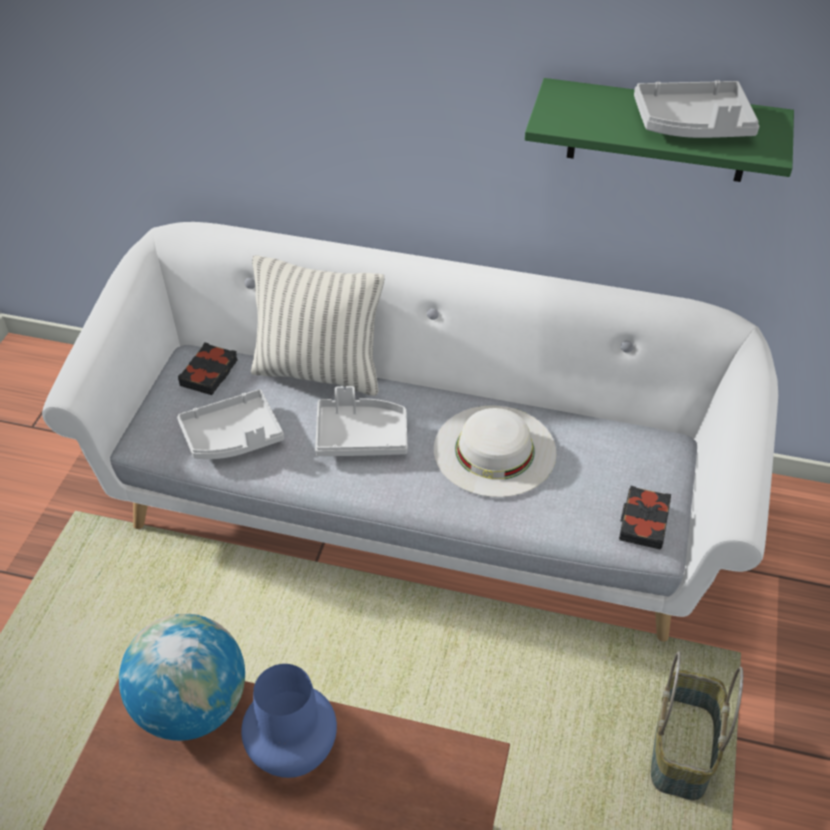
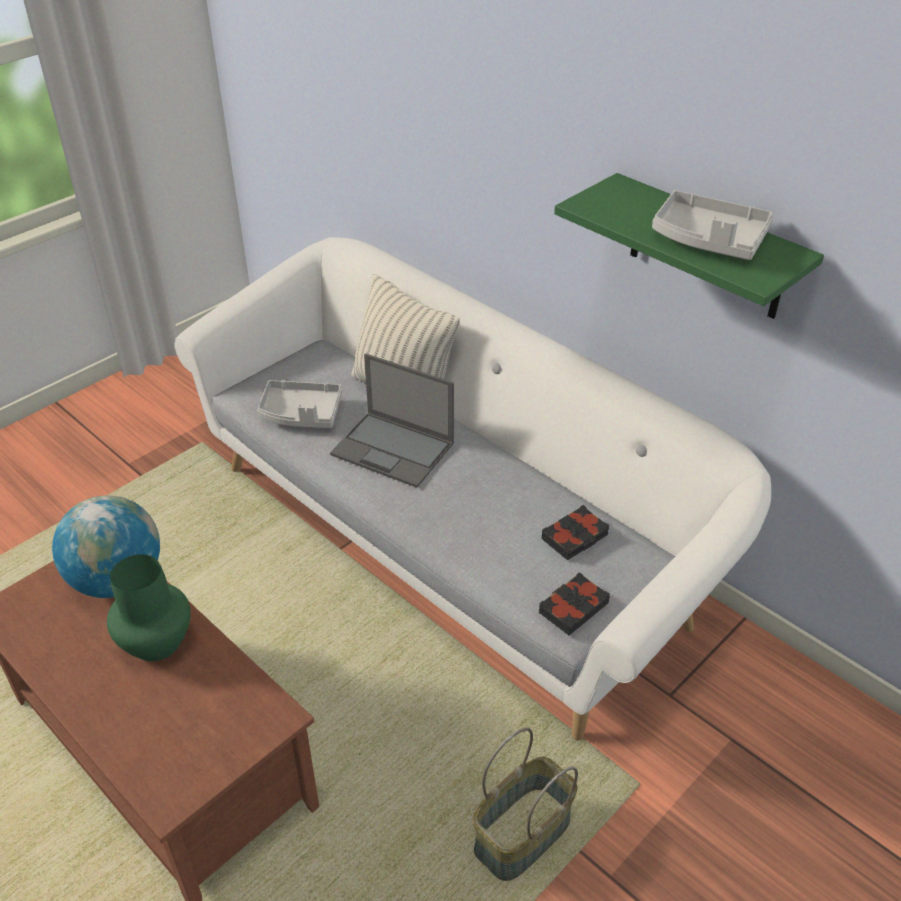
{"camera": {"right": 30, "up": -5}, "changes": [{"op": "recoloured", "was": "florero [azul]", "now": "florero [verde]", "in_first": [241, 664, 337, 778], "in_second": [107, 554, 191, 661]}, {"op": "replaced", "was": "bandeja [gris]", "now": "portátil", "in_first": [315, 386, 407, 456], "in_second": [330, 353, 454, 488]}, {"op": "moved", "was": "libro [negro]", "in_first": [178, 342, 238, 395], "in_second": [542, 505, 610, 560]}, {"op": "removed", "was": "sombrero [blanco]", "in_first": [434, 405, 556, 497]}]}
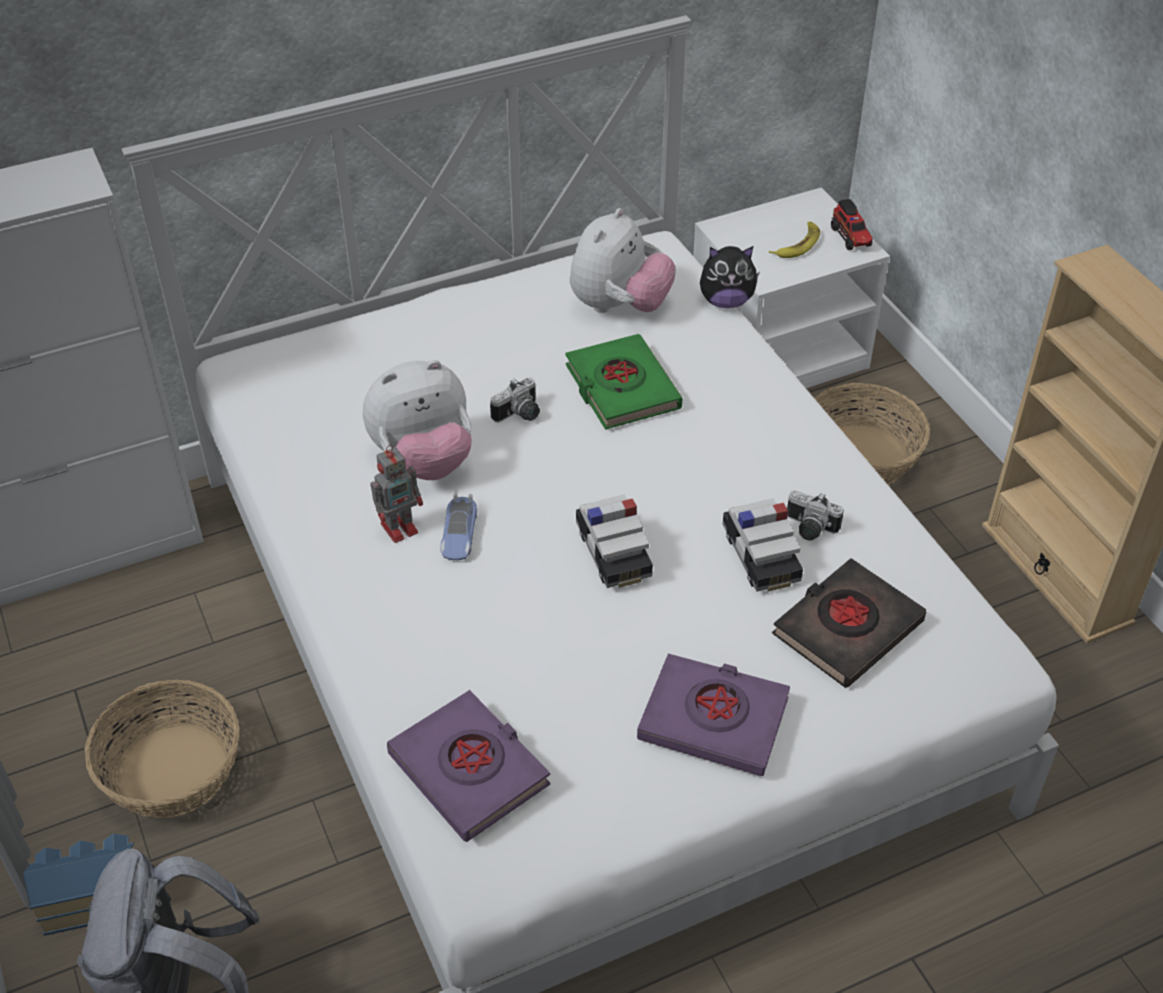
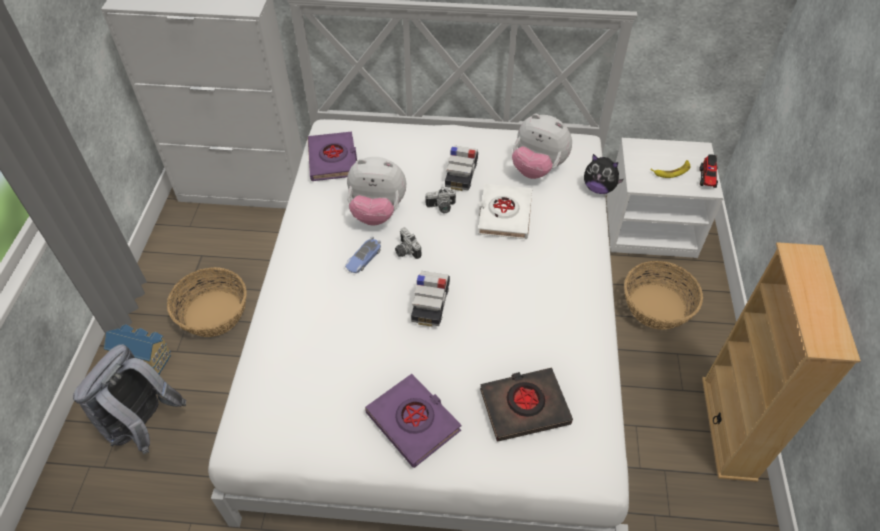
{"camera": {"right": 30, "up": 5}, "changes": [{"op": "moved", "was": "libro [morado]", "in_first": [387, 690, 550, 842], "in_second": [307, 132, 357, 181]}, {"op": "moved", "was": "cámara", "in_first": [787, 490, 844, 541], "in_second": [395, 228, 421, 259]}, {"op": "moved", "was": "coche de juguete", "in_first": [723, 499, 803, 592], "in_second": [445, 146, 478, 191]}, {"op": "recoloured", "was": "libro [verde]", "now": "libro [blanco]", "in_first": [565, 334, 683, 429], "in_second": [478, 184, 532, 239]}, {"op": "turned", "was": "peluche", "in_first": [570, 208, 676, 313], "in_second": [512, 114, 572, 179], "clockwise": 60}, {"op": "removed", "was": "robot de juguete", "in_first": [371, 445, 423, 543]}]}
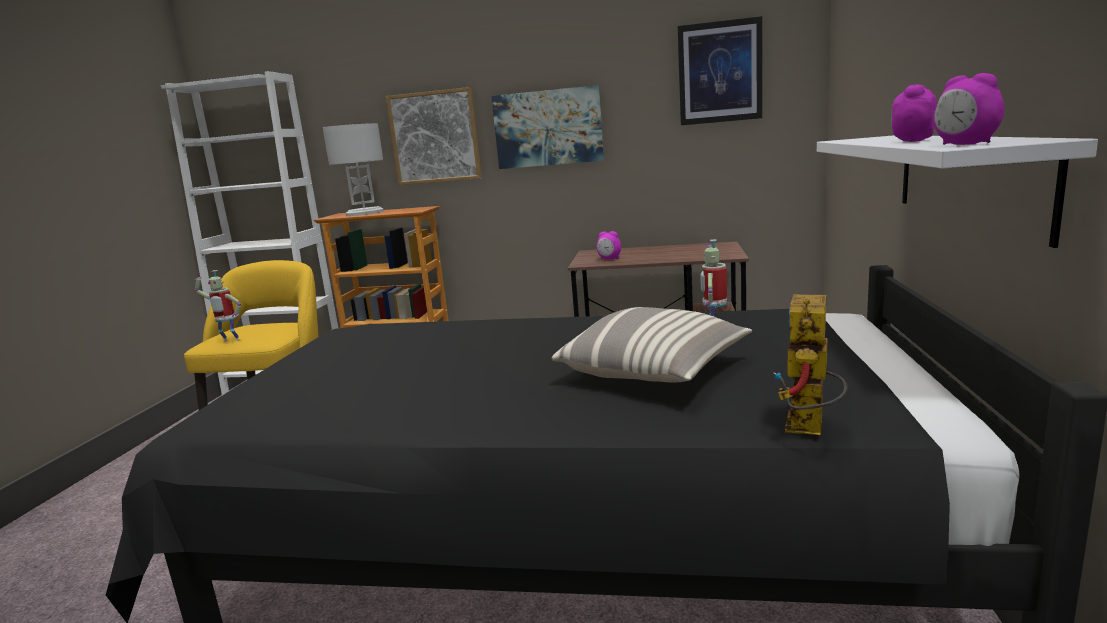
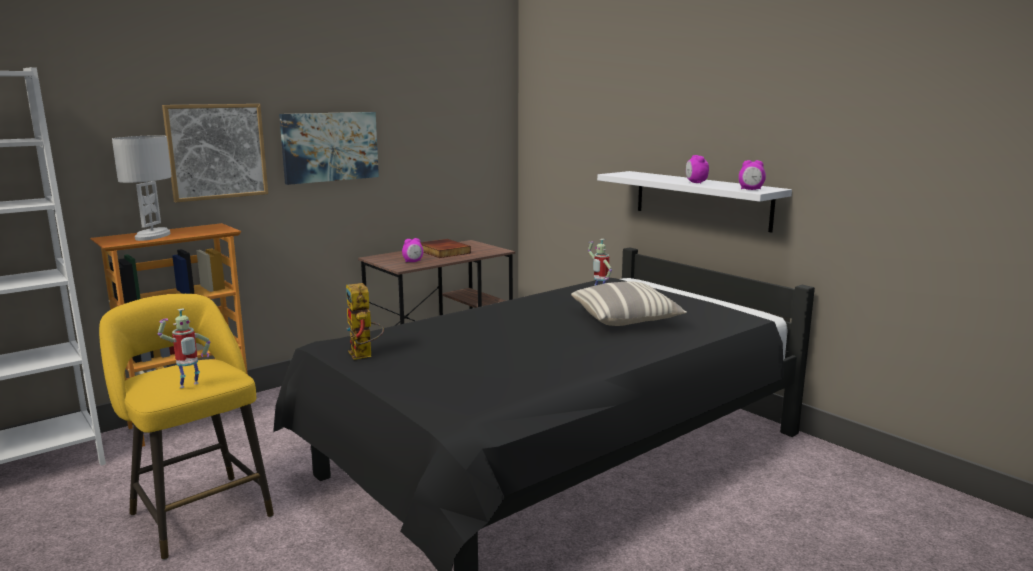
{"camera": {"right": -50, "up": 0}, "changes": [{"op": "moved", "was": "robot de juguete", "in_first": [774, 294, 848, 435], "in_second": [346, 283, 384, 360]}, {"op": "added", "now": "libro", "in_second": [420, 239, 471, 258]}, {"op": "removed", "was": "cuadro", "in_first": [678, 16, 762, 125]}]}
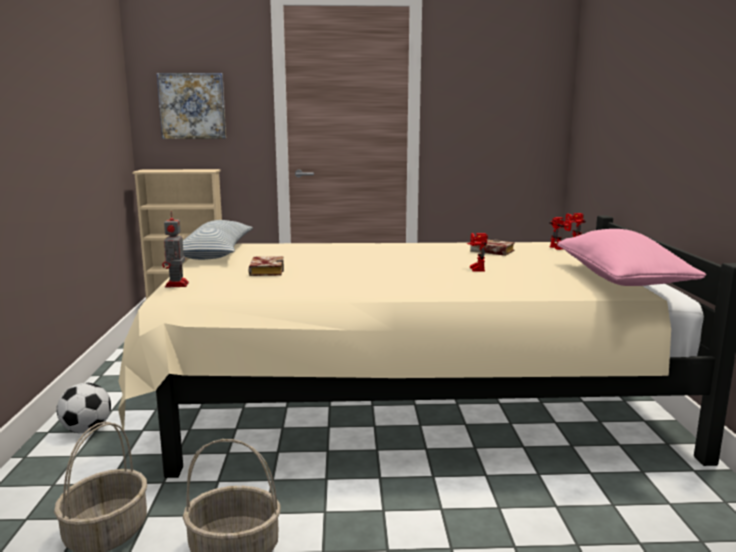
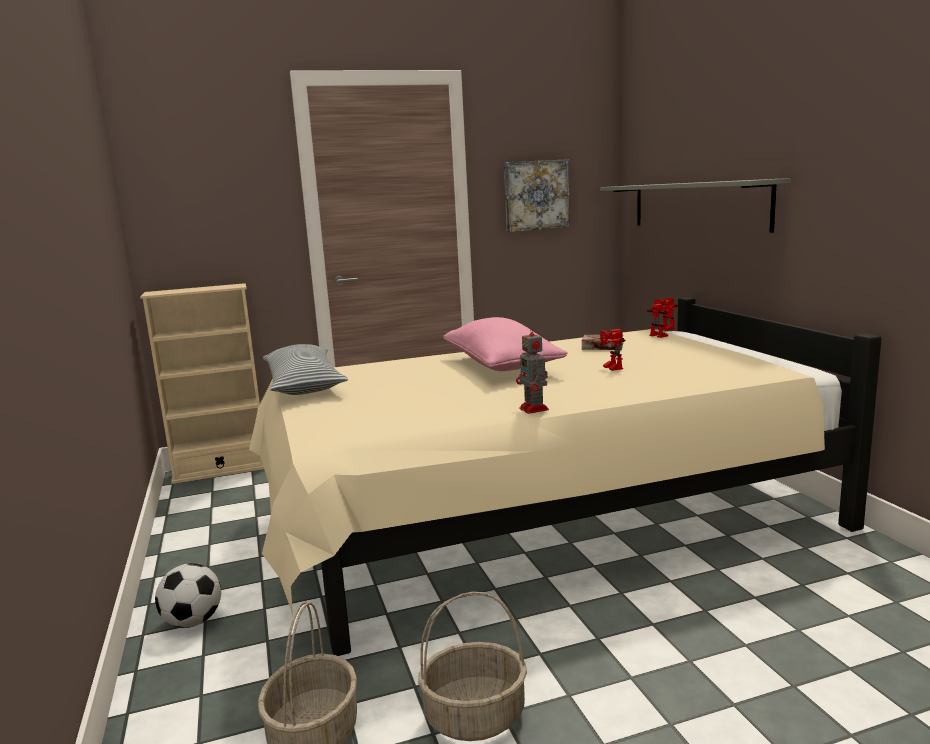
{"camera": {"right": -15, "up": 0}, "changes": [{"op": "moved", "was": "cojín [rosa]", "in_first": [557, 229, 706, 286], "in_second": [443, 317, 568, 371]}, {"op": "moved", "was": "cuadro", "in_first": [157, 73, 226, 139], "in_second": [504, 159, 570, 232]}, {"op": "moved", "was": "robot de juguete", "in_first": [162, 211, 189, 288], "in_second": [516, 325, 549, 414]}, {"op": "added", "now": "estante [gris]", "in_second": [600, 178, 791, 233]}, {"op": "removed", "was": "libro", "in_first": [249, 256, 284, 276]}]}
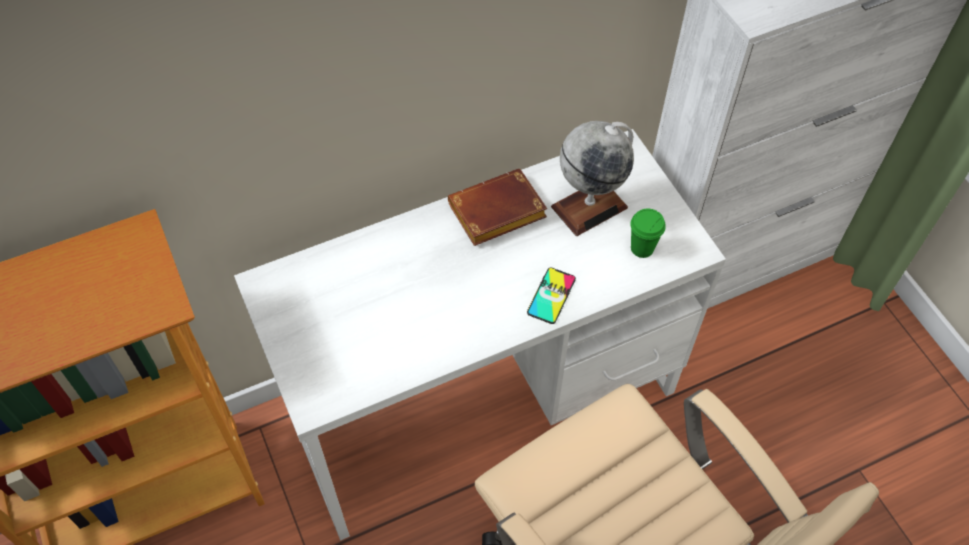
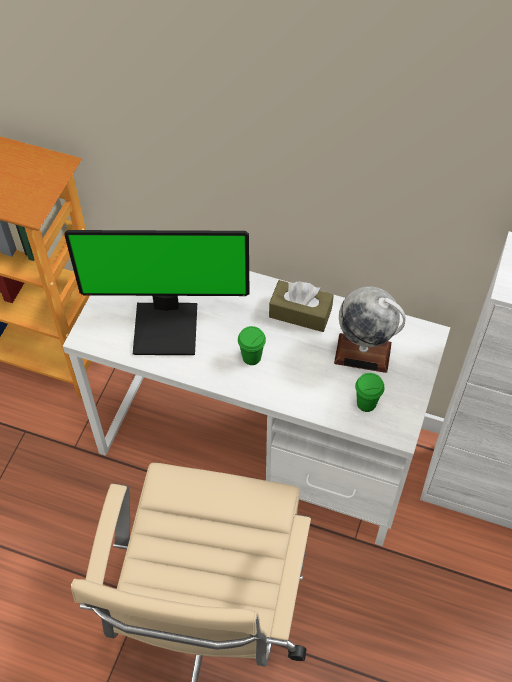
{"camera": {"right": 45, "up": 0}, "changes": [{"op": "added", "now": "monitor", "in_second": [64, 230, 249, 355]}, {"op": "added", "now": "taza [verde]", "in_second": [238, 326, 266, 365]}, {"op": "replaced", "was": "libro [marrón]", "now": "caja de pañuelos [marrón]", "in_first": [448, 169, 547, 246], "in_second": [269, 280, 334, 332]}, {"op": "removed", "was": "móvil", "in_first": [527, 268, 576, 324]}]}
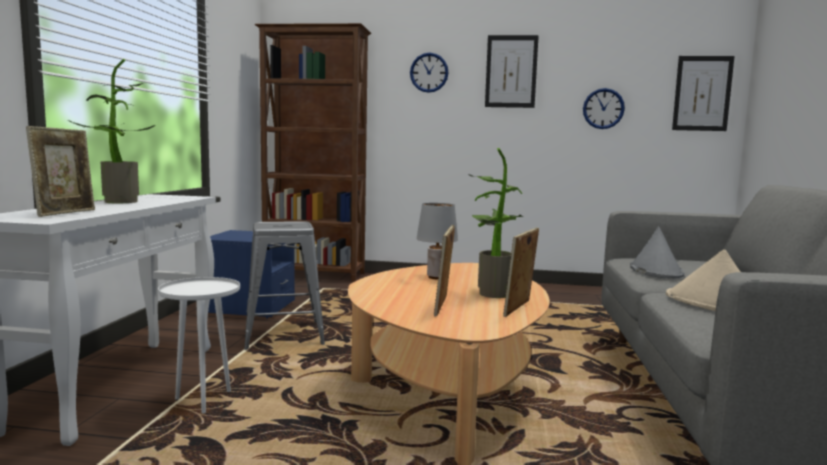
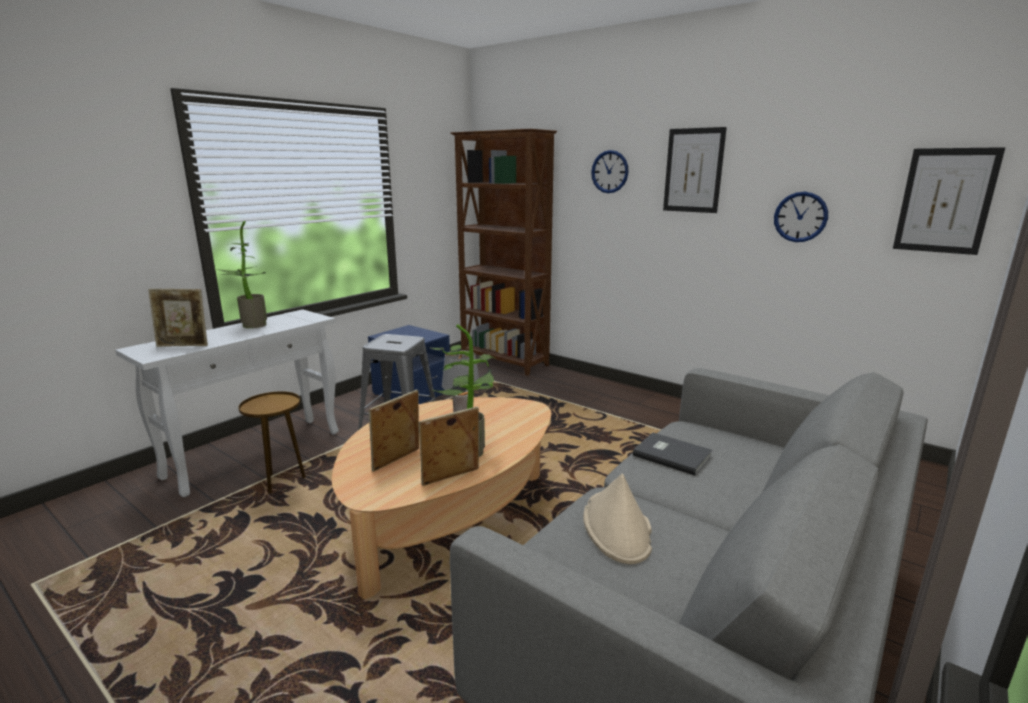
{"camera": {"right": 30, "up": 10}, "changes": [{"op": "turned", "was": "portarretratos", "in_first": [26, 126, 95, 217], "in_second": [148, 289, 208, 347], "clockwise": 45}, {"op": "recoloured", "was": "mesa auxiliar [blanco]", "now": "mesa auxiliar [marrón]", "in_first": [158, 277, 240, 413], "in_second": [238, 391, 305, 493]}, {"op": "replaced", "was": "sombrero [gris]", "now": "libro [gris]", "in_first": [630, 226, 685, 279], "in_second": [633, 433, 713, 476]}]}
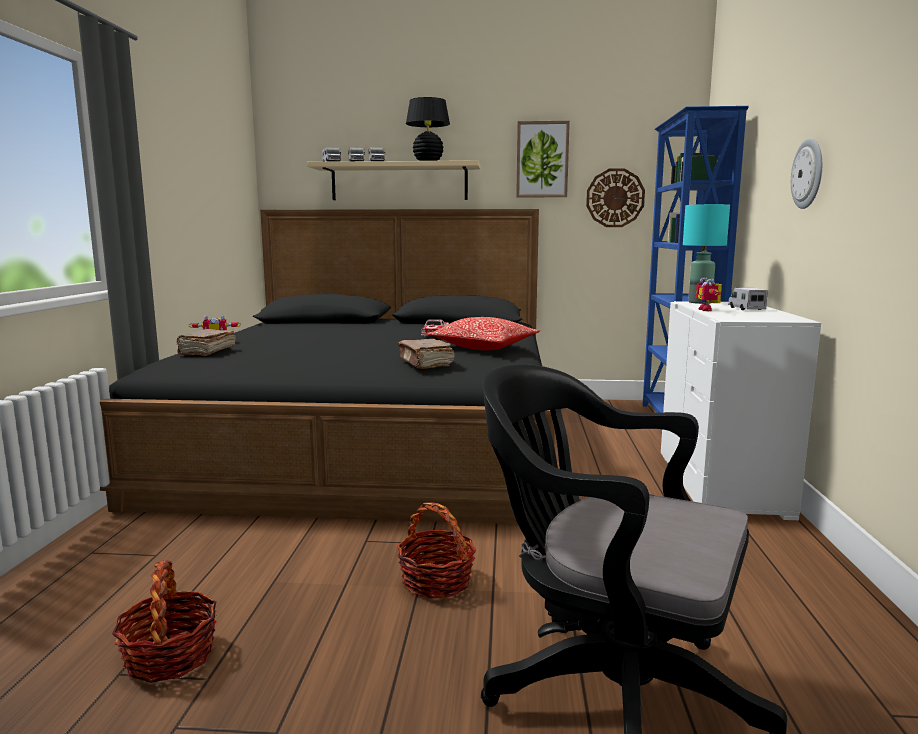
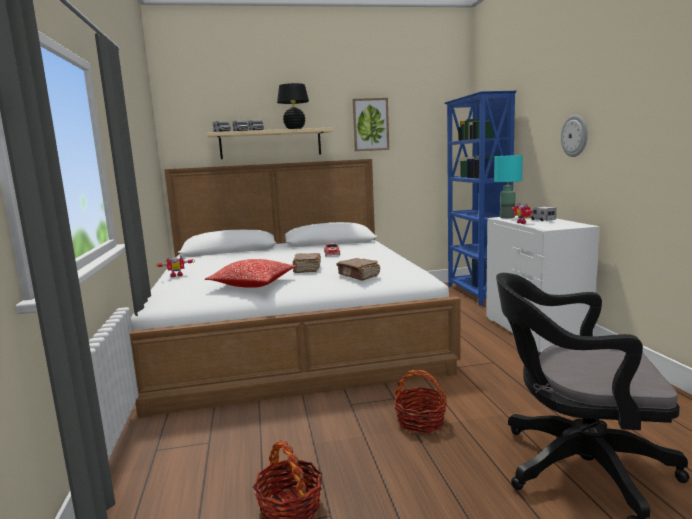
{"camera": {"right": -15, "up": 0}, "changes": [{"op": "recoloured", "was": "cama [negro]", "now": "cama [blanco]", "in_first": [100, 209, 555, 524], "in_second": [129, 159, 461, 418]}, {"op": "moved", "was": "cojín", "in_first": [427, 317, 540, 350], "in_second": [205, 259, 297, 288]}, {"op": "moved", "was": "libro [marrón]", "in_first": [177, 329, 236, 356], "in_second": [293, 253, 321, 273]}, {"op": "removed", "was": "reloj de pared", "in_first": [586, 168, 645, 227]}]}
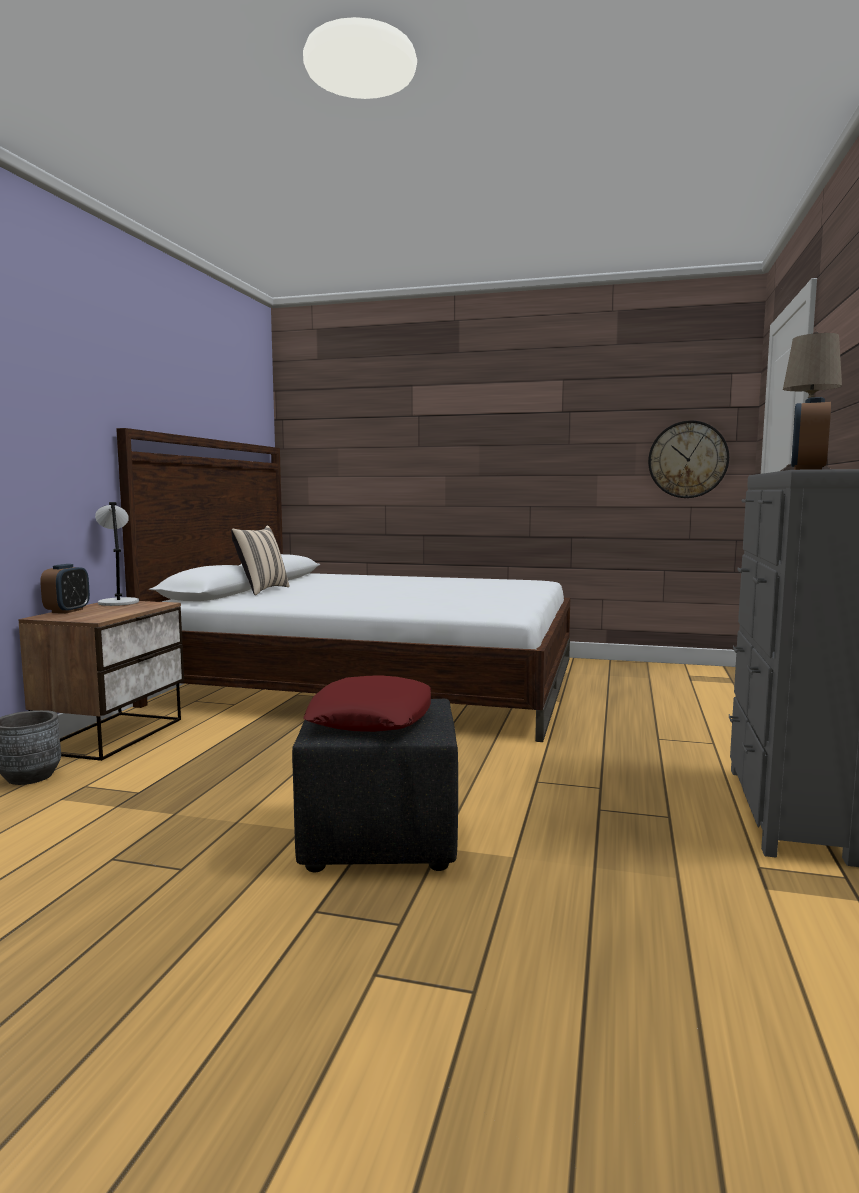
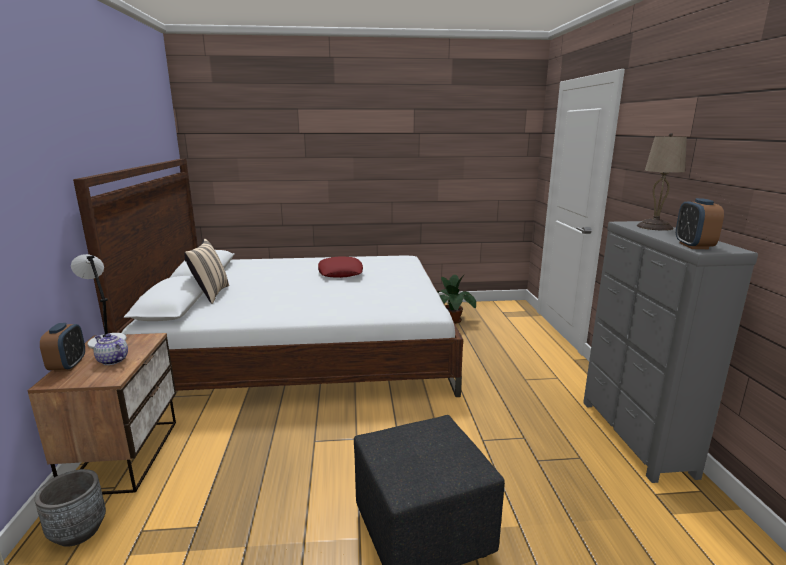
{"camera": {"right": -20, "up": 10}, "changes": [{"op": "added", "now": "tetera", "in_second": [94, 334, 128, 365]}, {"op": "moved", "was": "cojín [rojo]", "in_first": [303, 675, 431, 732], "in_second": [318, 257, 363, 278]}, {"op": "added", "now": "planta en maceta", "in_second": [437, 272, 477, 324]}, {"op": "removed", "was": "reloj de pared", "in_first": [648, 420, 729, 498]}]}
